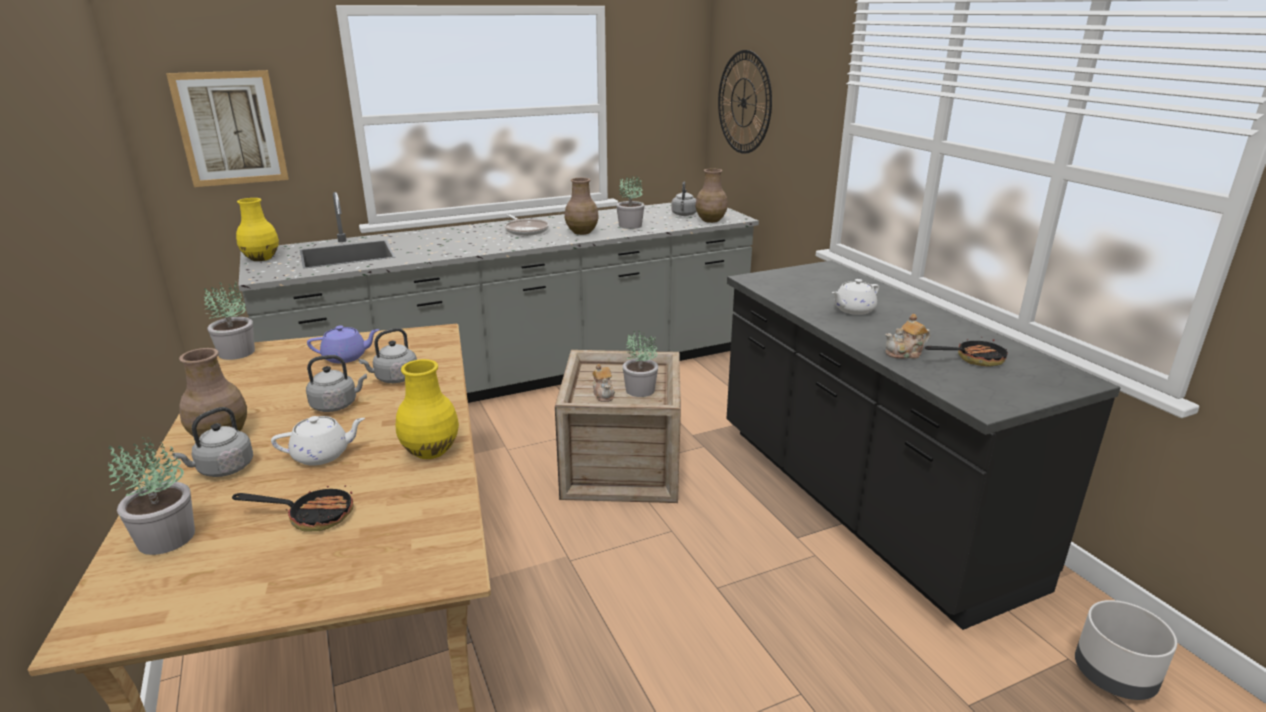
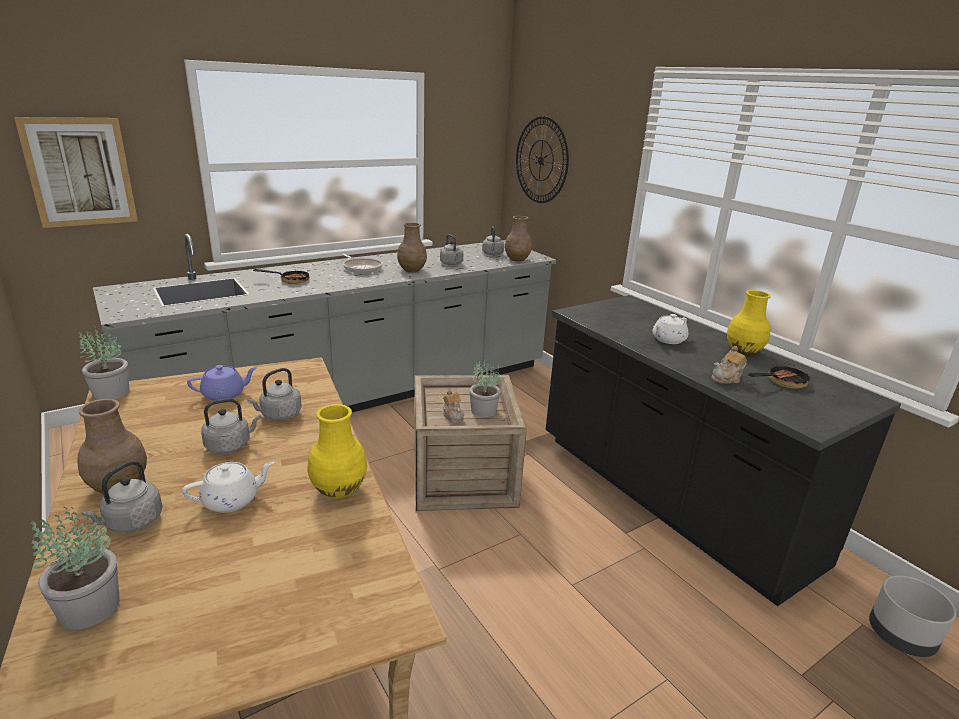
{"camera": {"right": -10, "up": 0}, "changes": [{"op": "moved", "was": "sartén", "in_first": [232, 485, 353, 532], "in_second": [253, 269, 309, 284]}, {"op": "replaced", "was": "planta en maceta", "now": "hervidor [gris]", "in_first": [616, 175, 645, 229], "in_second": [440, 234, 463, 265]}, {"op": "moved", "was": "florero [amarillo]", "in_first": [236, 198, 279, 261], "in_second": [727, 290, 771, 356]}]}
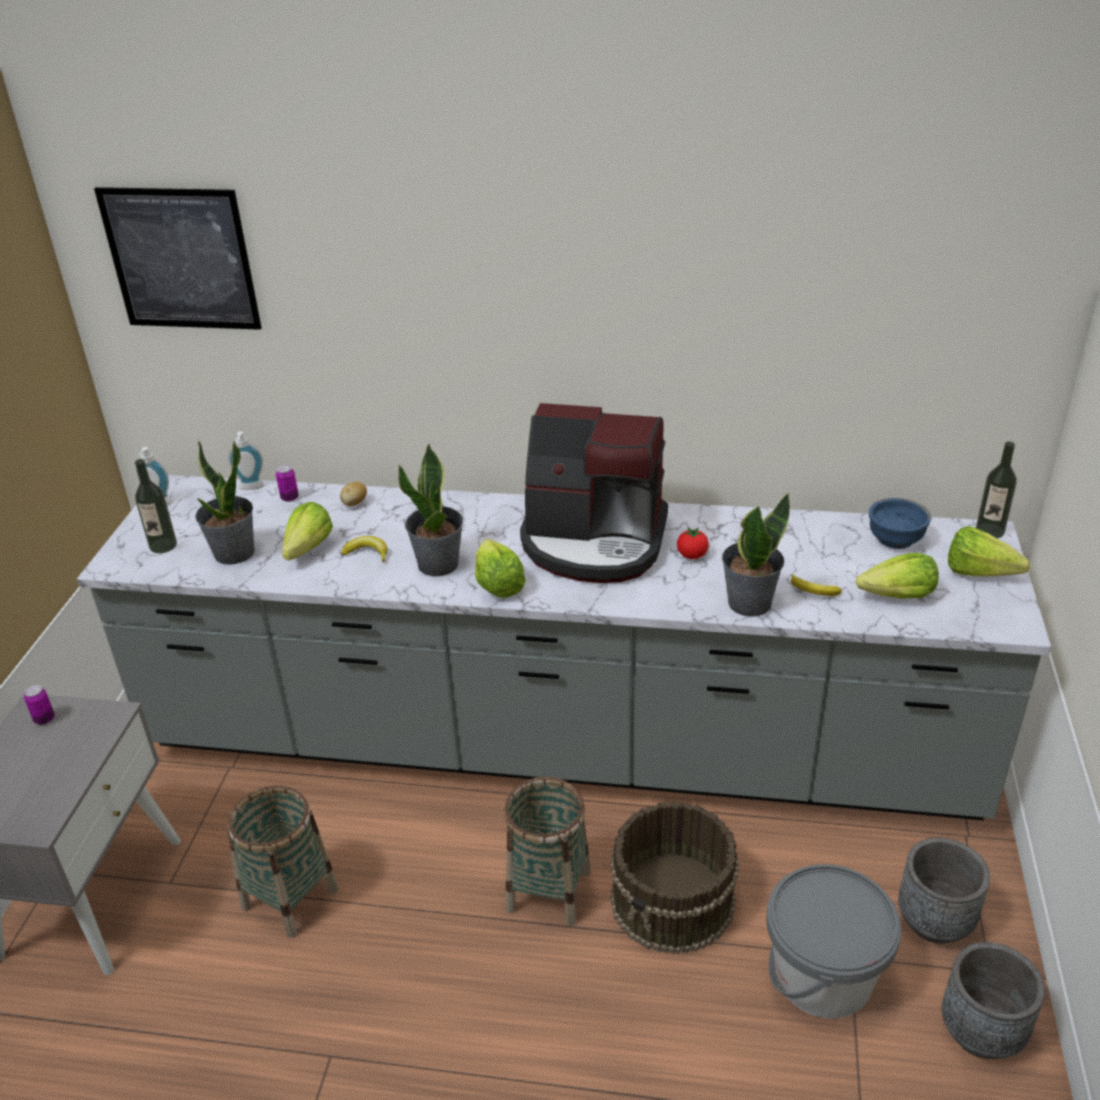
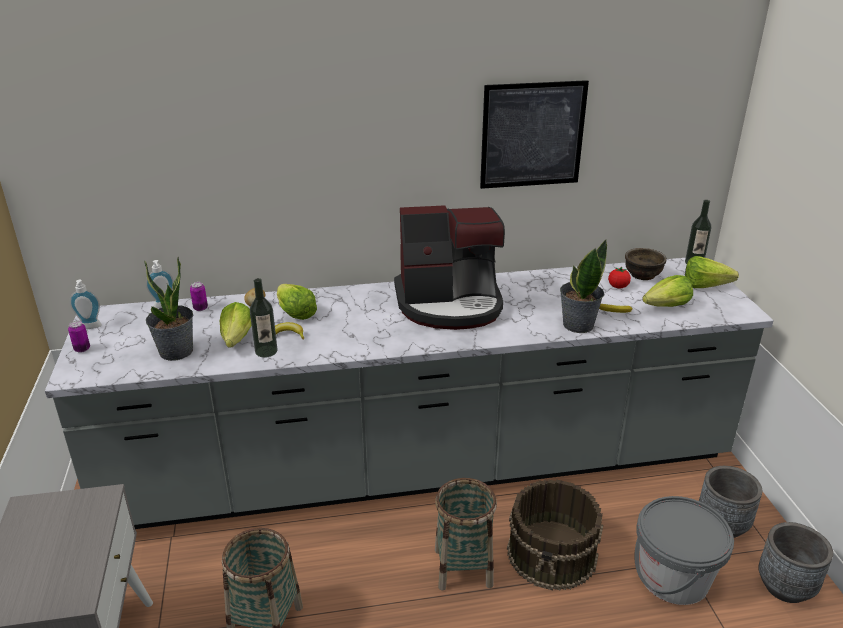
{"camera": {"right": -20, "up": -5}, "changes": [{"op": "moved", "was": "lata", "in_first": [24, 685, 55, 725], "in_second": [68, 321, 90, 353]}, {"op": "moved", "was": "botella", "in_first": [135, 459, 177, 553], "in_second": [250, 278, 278, 358]}, {"op": "moved", "was": "lechuga", "in_first": [475, 539, 526, 598], "in_second": [277, 284, 317, 320]}, {"op": "moved", "was": "cuadro", "in_first": [94, 187, 262, 330], "in_second": [480, 80, 589, 189]}, {"op": "moved", "was": "tomate", "in_first": [677, 527, 709, 559], "in_second": [608, 266, 631, 288]}, {"op": "recoloured", "was": "cuenco [azul]", "now": "cuenco [marrón]", "in_first": [869, 498, 931, 549], "in_second": [625, 248, 667, 280]}, {"op": "removed", "was": "planta en maceta", "in_first": [398, 444, 463, 577]}]}
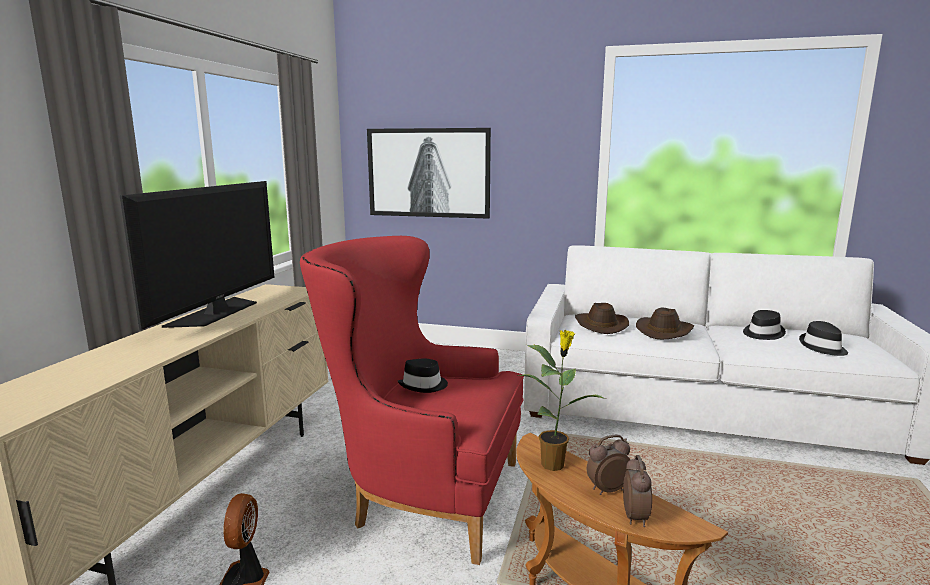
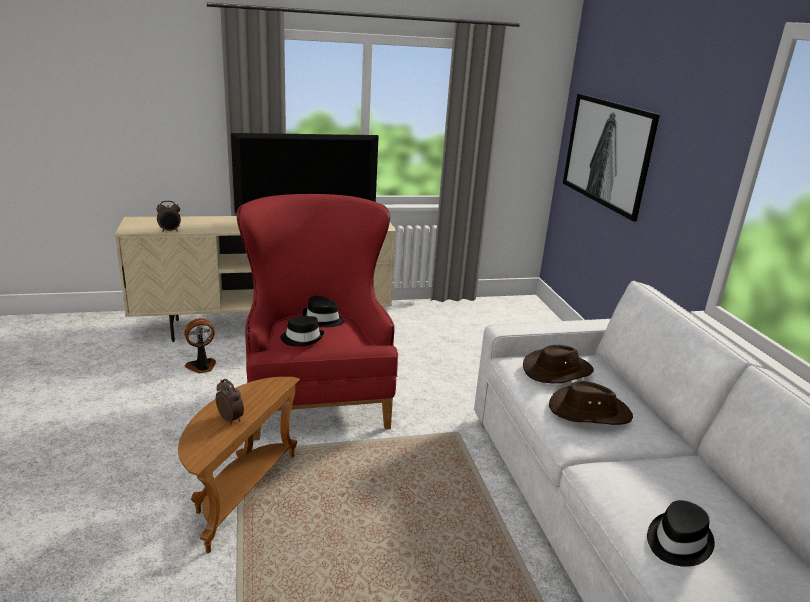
{"camera": {"right": 60, "up": 10}, "changes": [{"op": "moved", "was": "despertador", "in_first": [623, 455, 652, 527], "in_second": [156, 201, 181, 232]}, {"op": "moved", "was": "sombrero [negro]", "in_first": [743, 310, 786, 340], "in_second": [280, 316, 324, 346]}, {"op": "removed", "was": "planta en maceta", "in_first": [518, 330, 607, 471]}]}
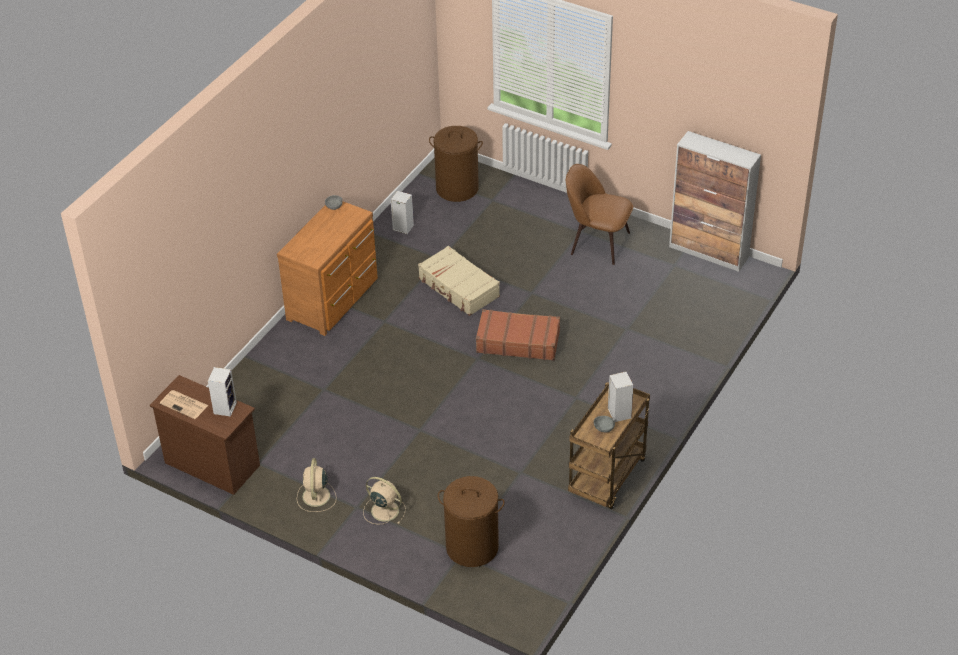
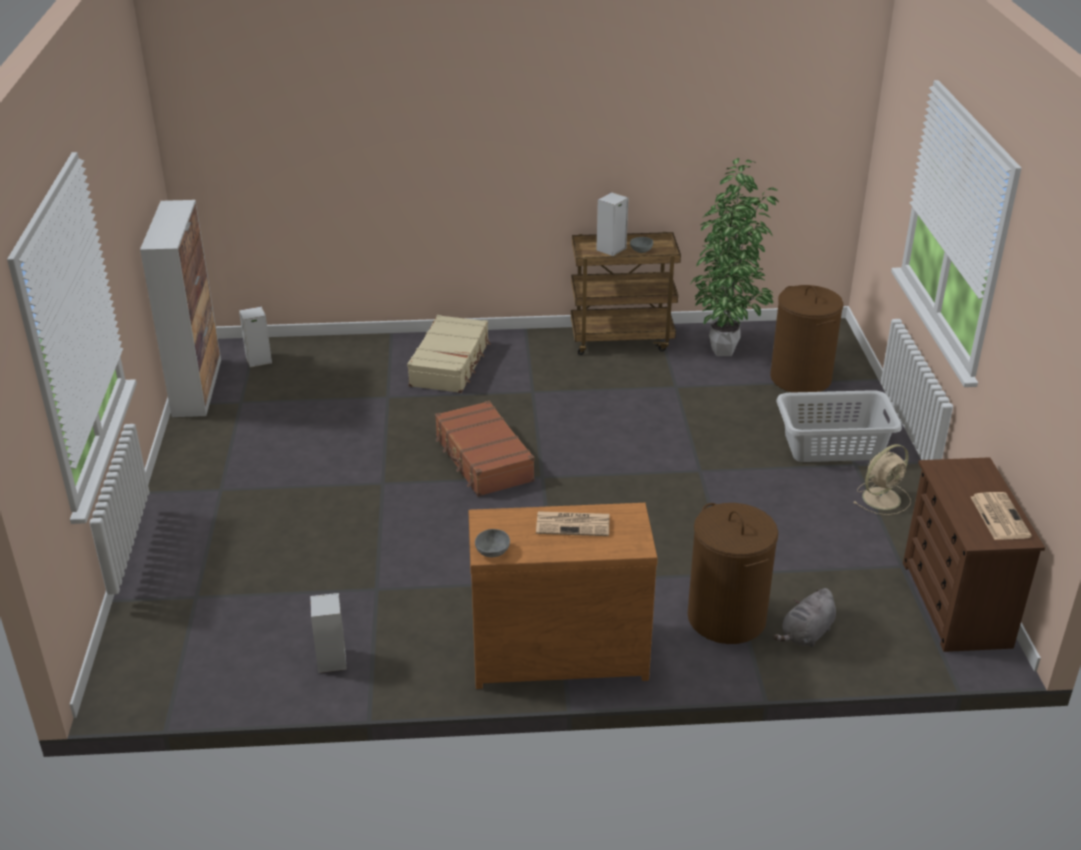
{"camera": {"right": -125, "up": -10}, "changes": [{"op": "moved", "was": "altavoz", "in_first": [208, 367, 237, 417], "in_second": [239, 306, 272, 367]}, {"op": "moved", "was": "maleta [beis]", "in_first": [418, 246, 500, 316], "in_second": [407, 315, 491, 393]}, {"op": "added", "now": "periódico", "in_second": [536, 511, 610, 536]}, {"op": "moved", "was": "cesto de la ropa [marrón]", "in_first": [429, 126, 483, 202], "in_second": [688, 503, 778, 644]}, {"op": "added", "now": "planta en maceta", "in_second": [691, 158, 779, 356]}, {"op": "added", "now": "peluche [gris]", "in_second": [773, 588, 836, 647]}, {"op": "replaced", "was": "ventilador [beis]", "now": "cesto de la ropa [gris]", "in_first": [363, 477, 406, 525], "in_second": [776, 390, 902, 462]}, {"op": "removed", "was": "silla [marrón]", "in_first": [566, 164, 633, 265]}]}
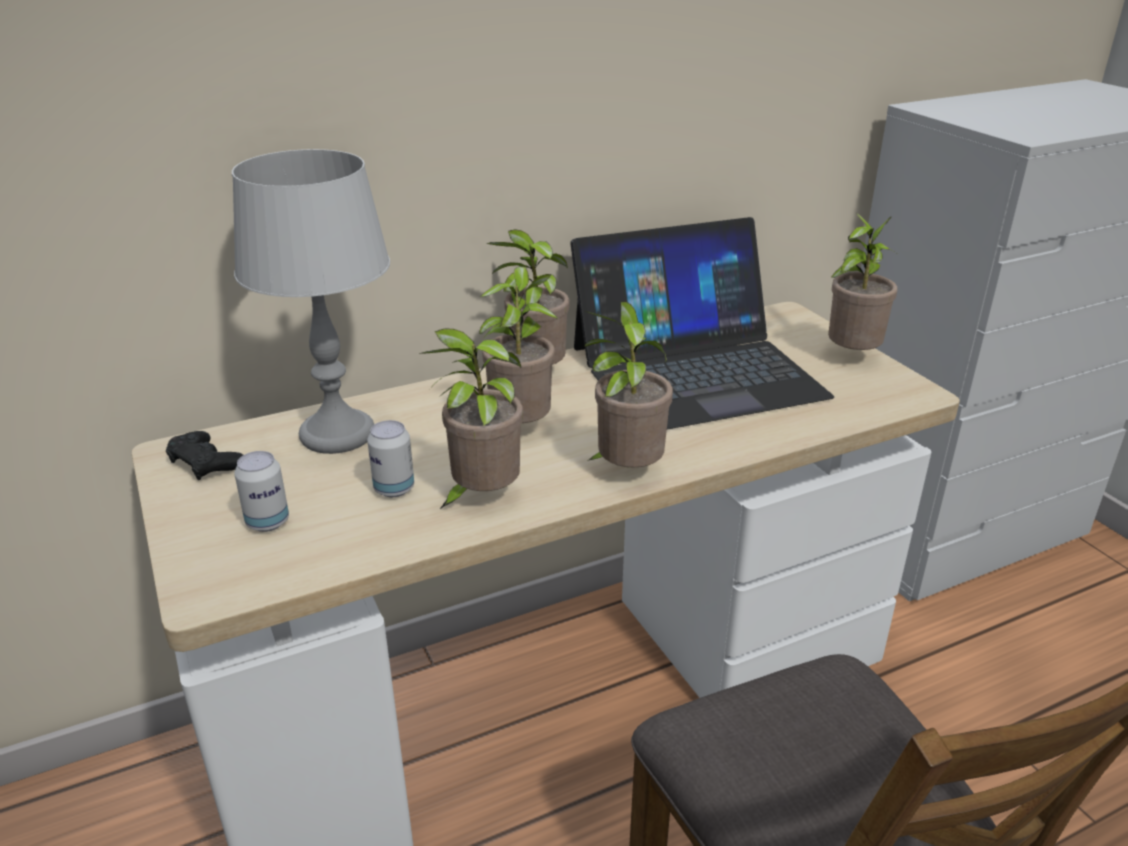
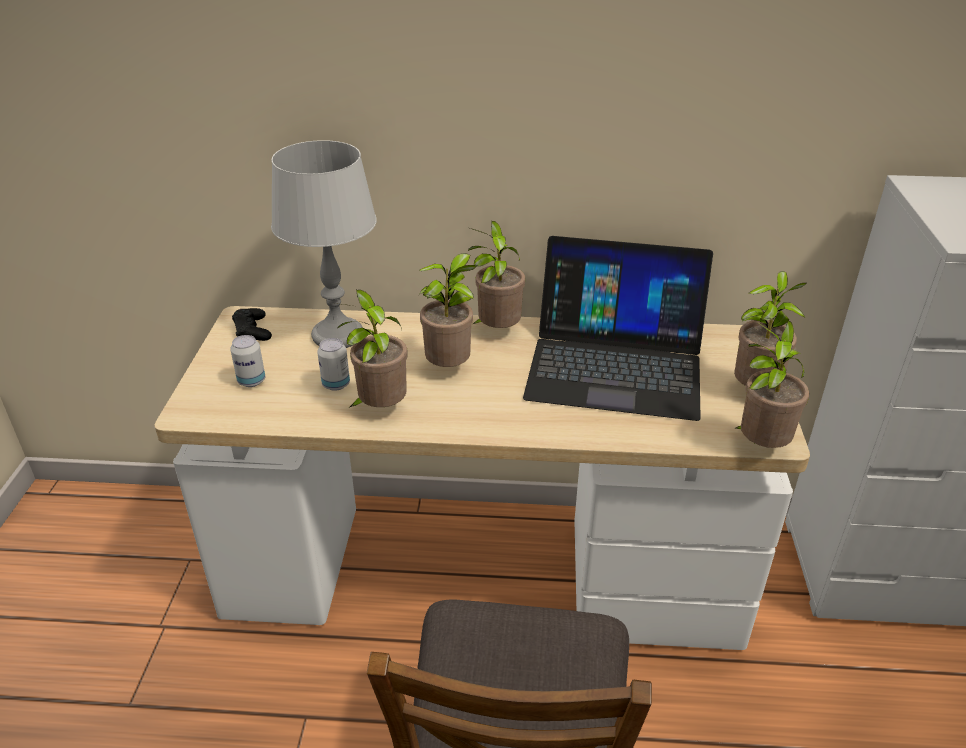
{"camera": {"right": 30, "up": 5}, "changes": [{"op": "moved", "was": "planta en maceta", "in_first": [584, 301, 673, 468], "in_second": [736, 320, 809, 448]}]}
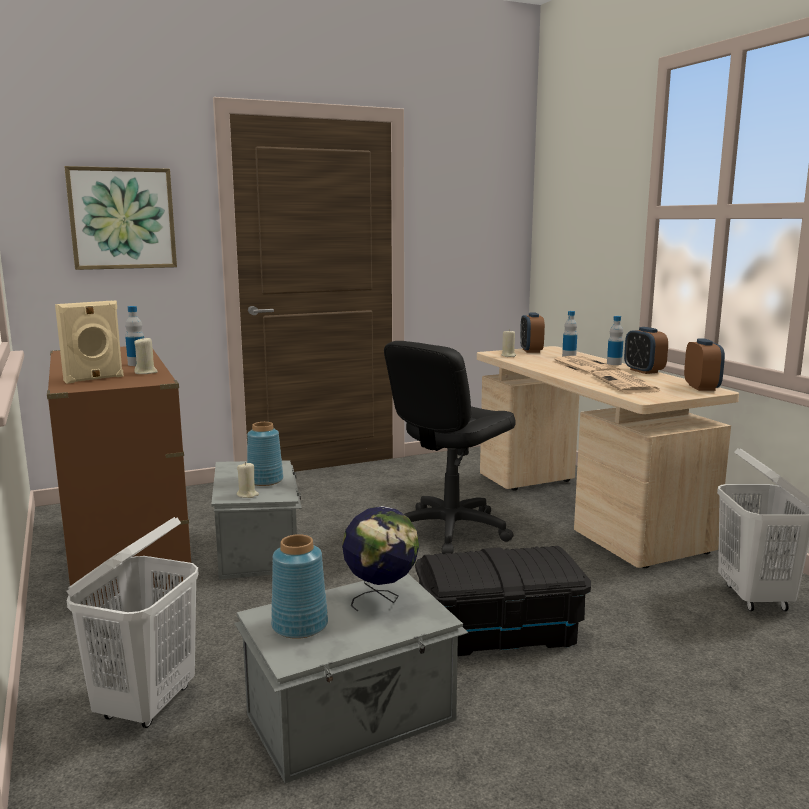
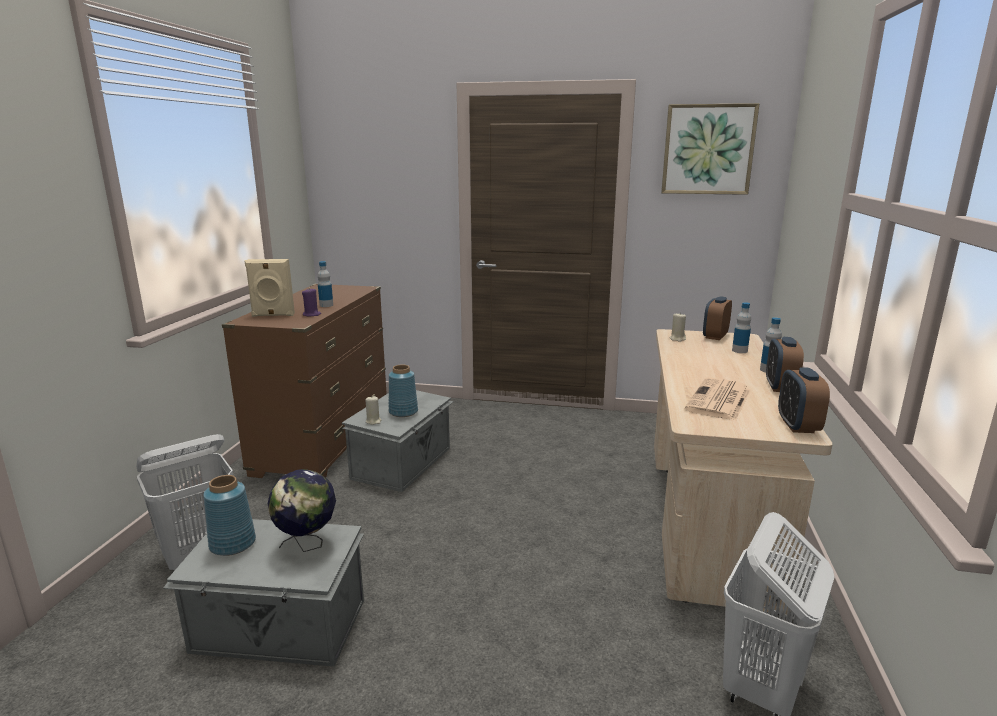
{"camera": {"right": 35, "up": 5}, "changes": [{"op": "recoloured", "was": "vela [beis]", "now": "vela [morado]", "in_first": [134, 337, 158, 374], "in_second": [302, 289, 321, 316]}, {"op": "moved", "was": "cuadro", "in_first": [64, 166, 177, 270], "in_second": [661, 103, 759, 195]}, {"op": "turned", "was": "despertador", "in_first": [684, 339, 725, 391], "in_second": [778, 367, 830, 433], "clockwise": 150}, {"op": "removed", "was": "silla de oficina [negro]", "in_first": [384, 341, 516, 554]}, {"op": "removed", "was": "caja de almacenaje [negro]", "in_first": [415, 546, 591, 656]}, {"op": "removed", "was": "periódico", "in_first": [552, 356, 621, 375]}]}
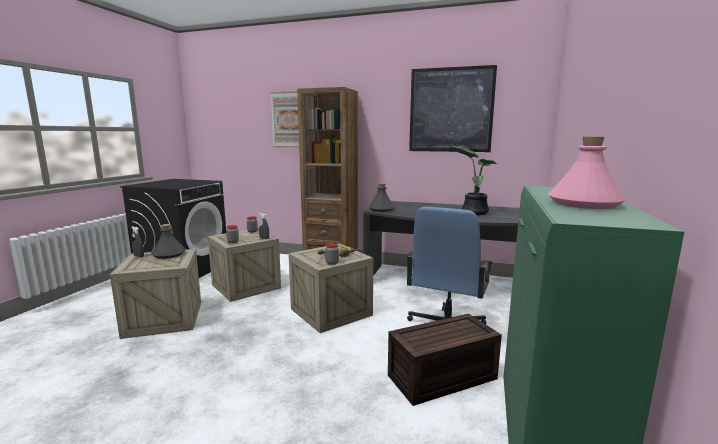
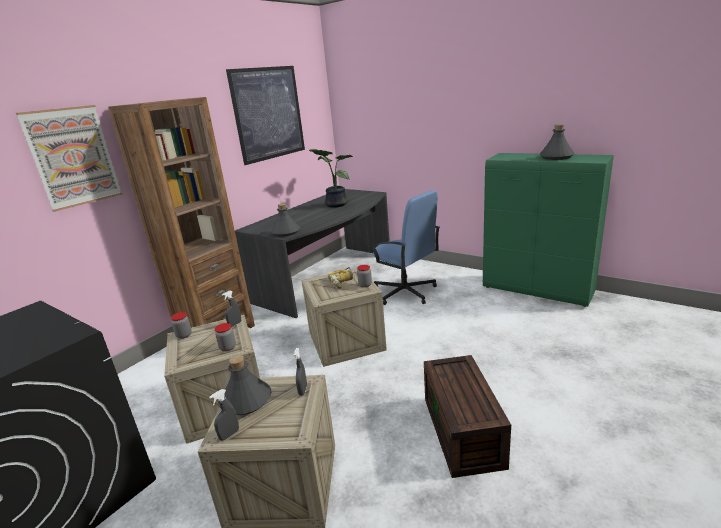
{"camera": {"right": -70, "up": 10}, "changes": [{"op": "added", "now": "pulverizador [gris]", "in_second": [293, 348, 307, 396]}, {"op": "moved", "was": "caja de almacenaje [marrón]", "in_first": [388, 314, 502, 406], "in_second": [424, 355, 511, 478]}, {"op": "recoloured", "was": "botella [rosa]", "now": "botella [gris]", "in_first": [548, 137, 626, 209], "in_second": [540, 124, 574, 160]}]}
